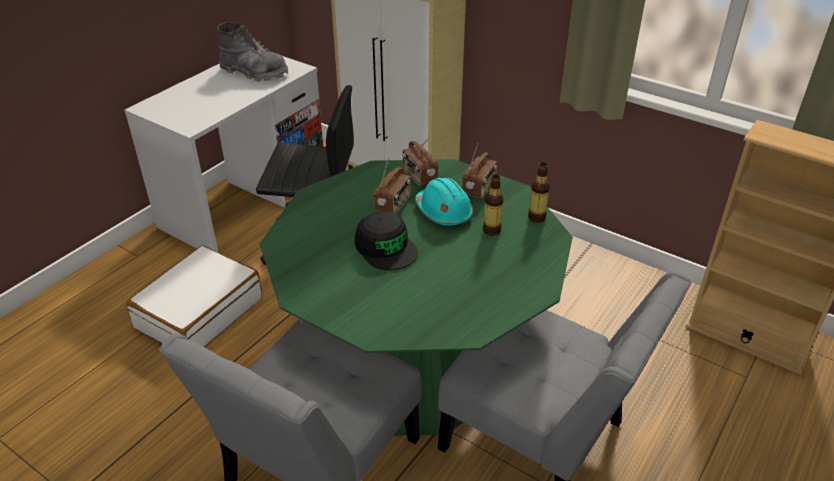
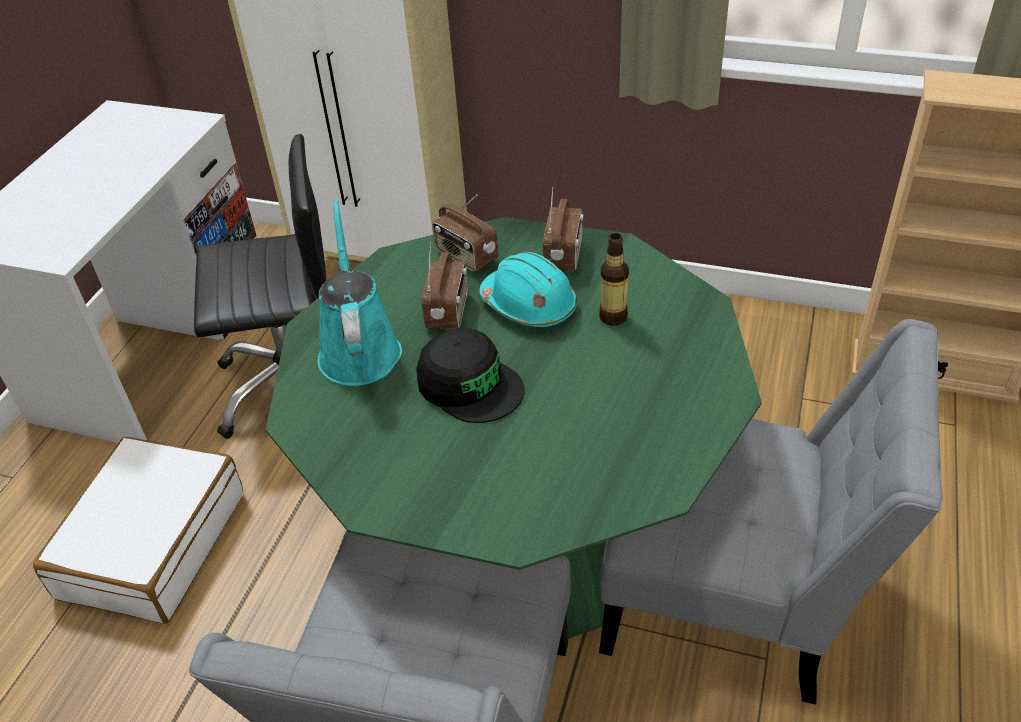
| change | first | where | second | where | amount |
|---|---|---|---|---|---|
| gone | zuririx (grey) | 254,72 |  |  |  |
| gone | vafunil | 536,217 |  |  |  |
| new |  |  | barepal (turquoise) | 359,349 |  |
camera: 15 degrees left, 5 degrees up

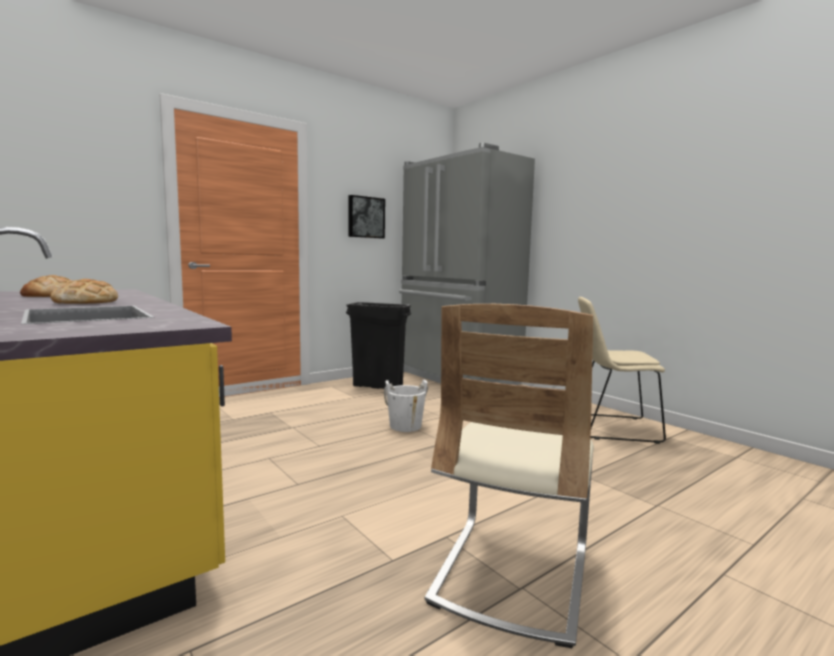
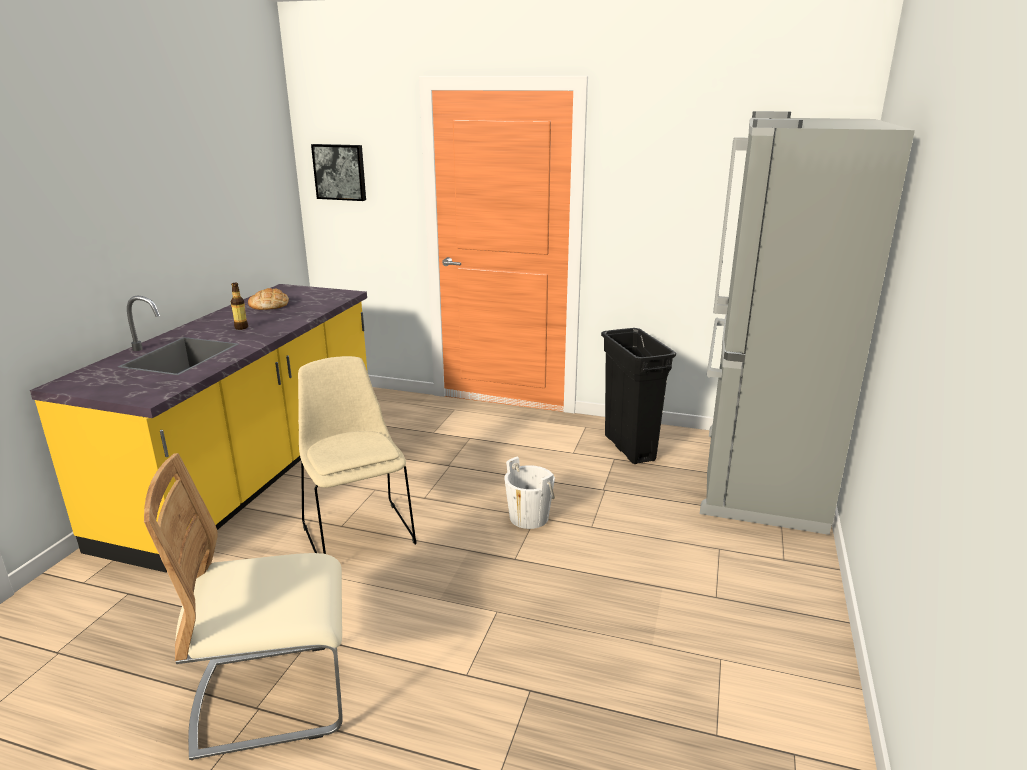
| change | first | where | second | where | amount |
|---|---|---|---|---|---|
| shifted | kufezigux | 365,217 |  | 340,172 |  |
| swapped | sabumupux | 86,302 | vafunil | 241,327 |  |
| shifted | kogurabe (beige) | 611,428 |  | 358,531 |  |
camera: 55 degrees right, 15 degrees up

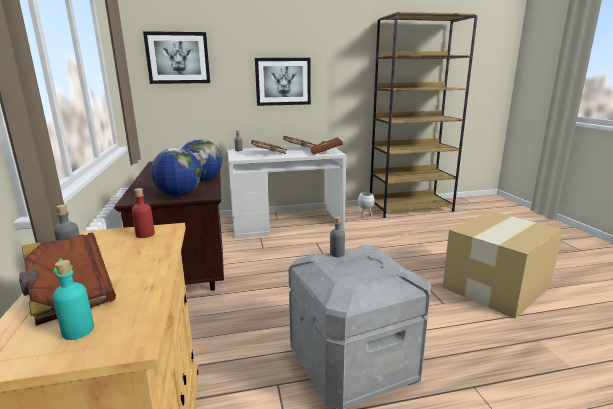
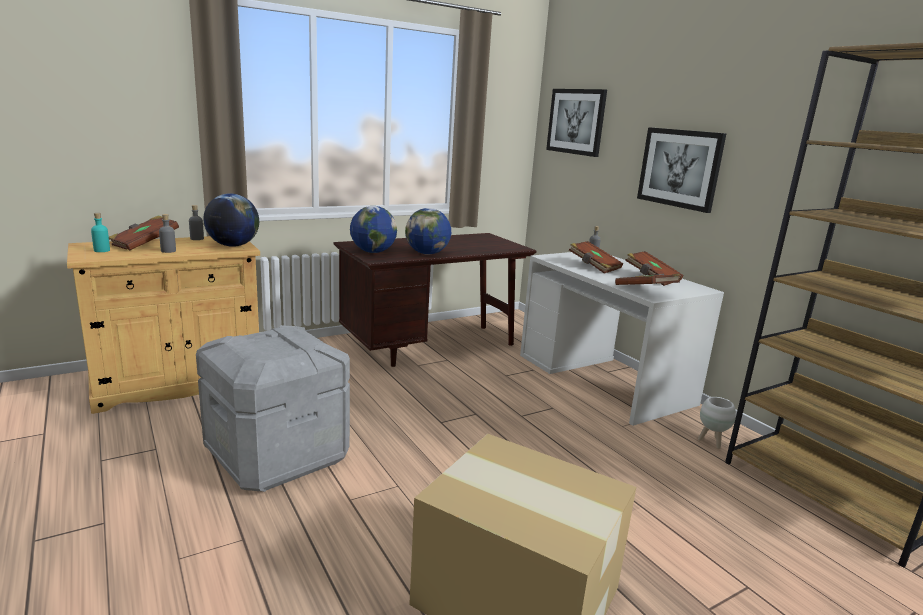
| change | first | where | second | where | amount |
|---|---|---|---|---|---|
| swapped | vafunil (red) | 145,234 | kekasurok | 233,245 |  |
| shifted | vafunil (grey) | 337,254 |  | 168,251 |  |
camera: 70 degrees right, 0 degrees up

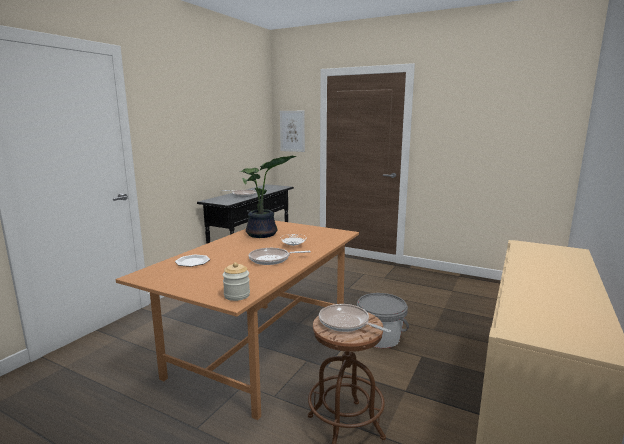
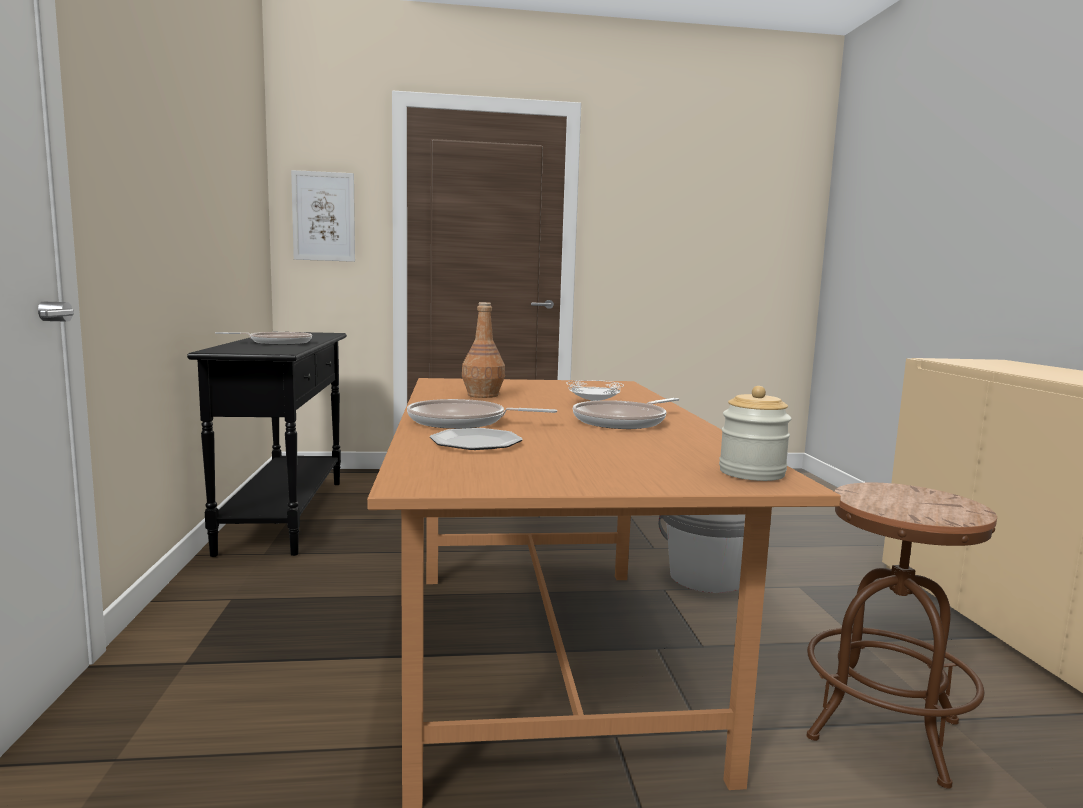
| change | first | where | second | where | amount |
|---|---|---|---|---|---|
| swapped | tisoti | 262,235 | vafunil (brown) | 483,395 |  |
| shifted | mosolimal | 346,323 |  | 463,422 |  |
camera: 35 degrees left, 5 degrees down

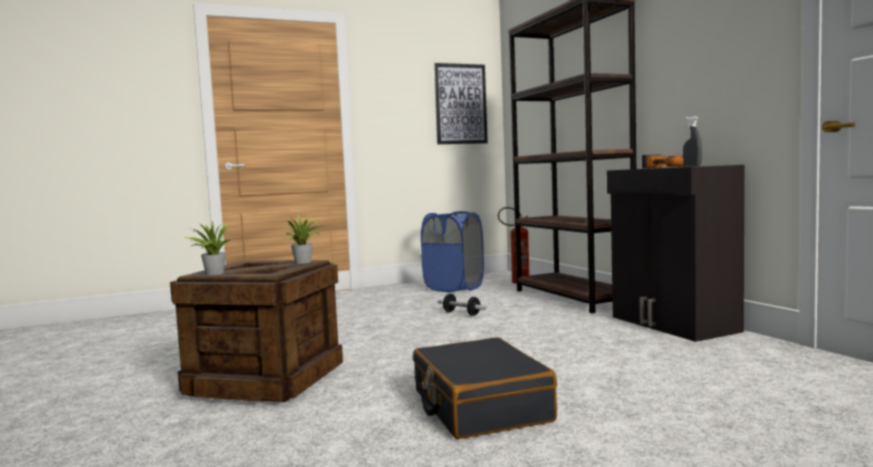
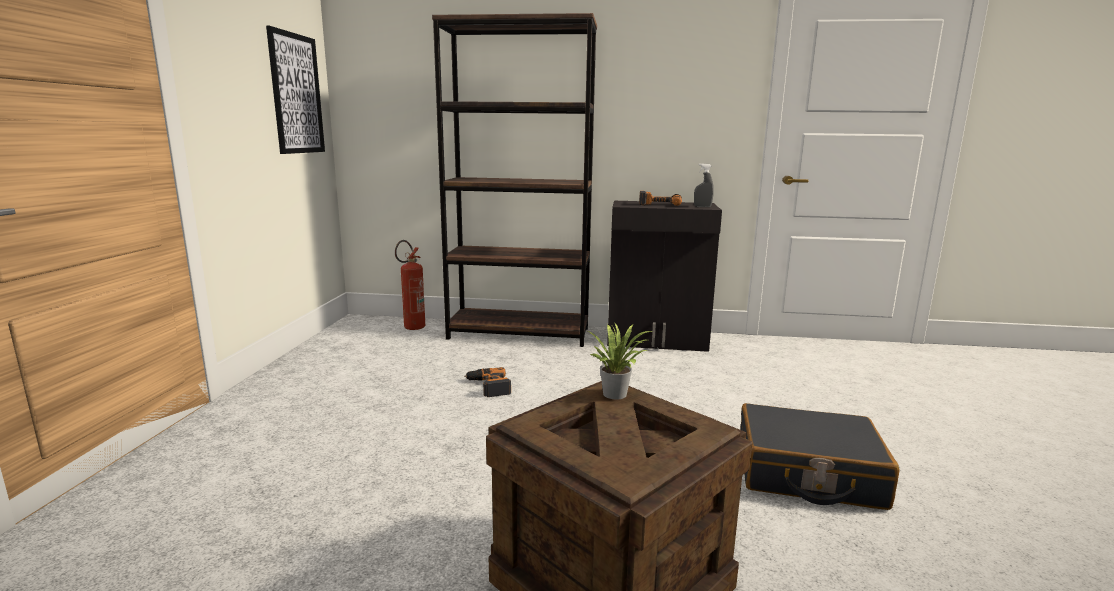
| change | first | where | second | where | amount |
|---|---|---|---|---|---|
| gone | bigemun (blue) | 454,288 |  |  |  |
| gone | tisoti | 212,273 |  |  |  |
| swapped | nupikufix | 461,313 | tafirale | 488,386 |  |
camera: 60 degrees left, 10 degrees up

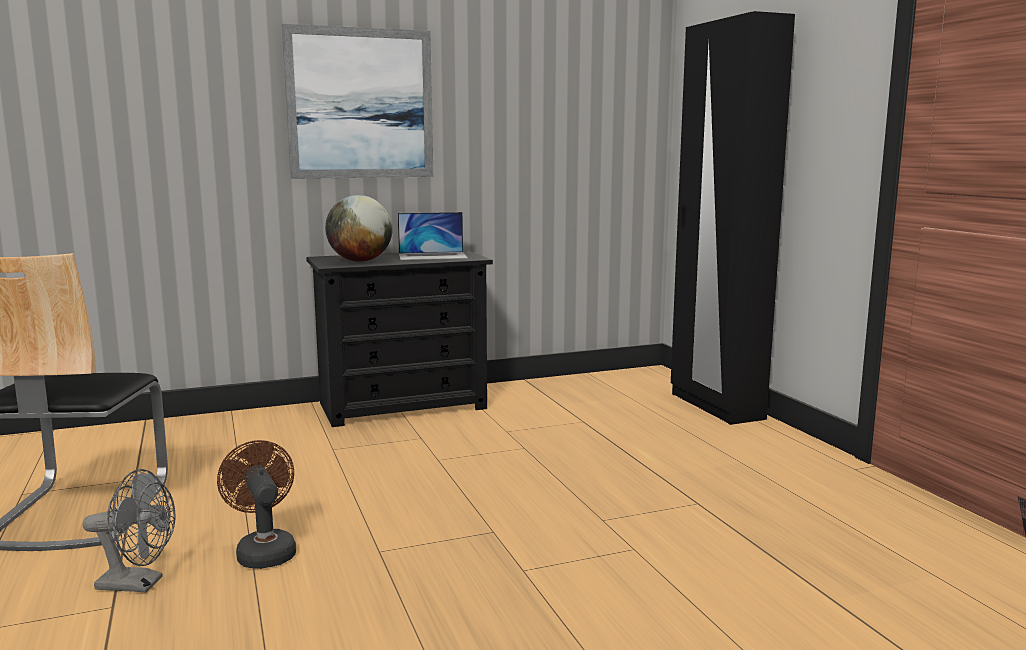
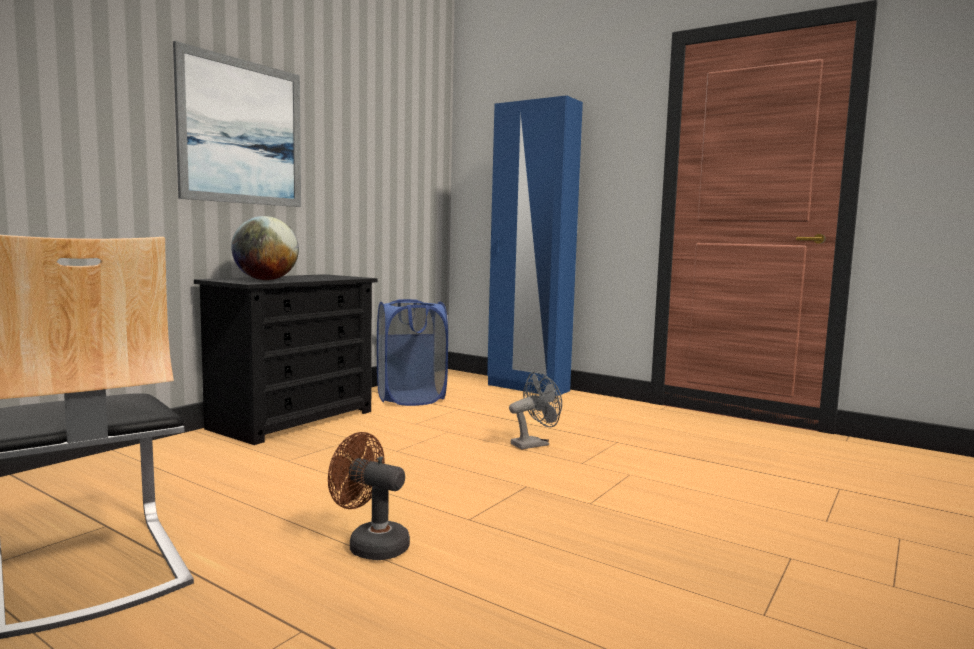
| change | first | where | second | where | amount |
|---|---|---|---|---|---|
| repainted | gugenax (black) | 715,406 | gugenax (blue) | 527,388 |  |
| gone | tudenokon | 433,256 |  |  |  |
| shifted | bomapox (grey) | 139,584 |  | 534,444 |  |
| new |  |  | bigemun (blue) | 410,398 |  |
camera: 35 degrees left, 5 degrees down

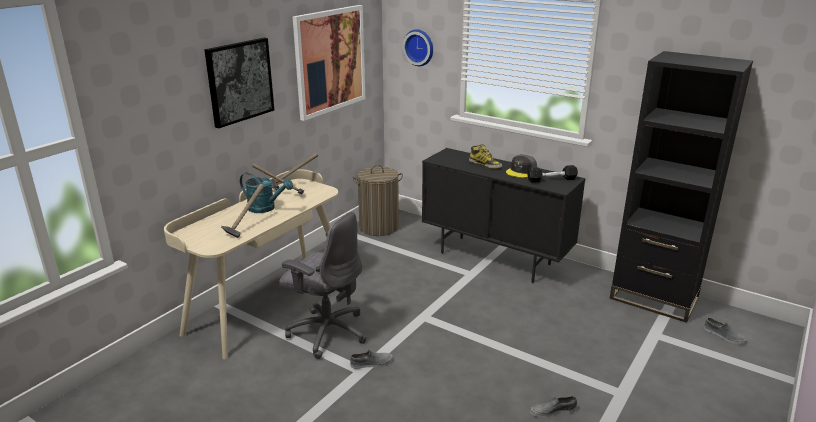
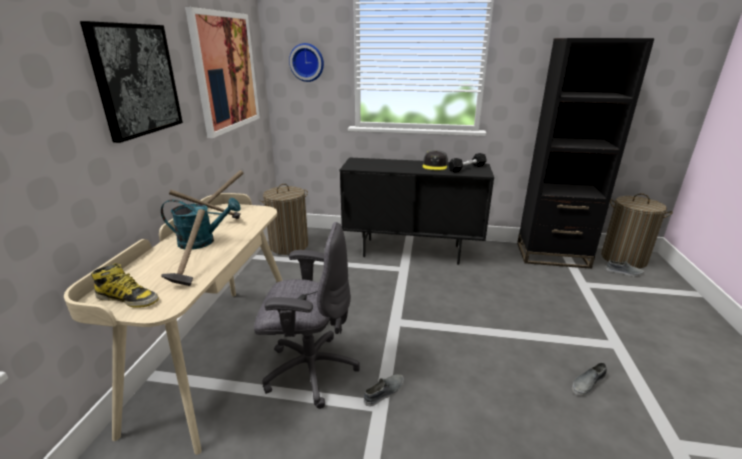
| change | first | where | second | where | amount |
|---|---|---|---|---|---|
| shifted | zuririx | 485,164 |  | 128,299 |  |
| new |  |  | bigemun | 623,259 |  |
camera: 25 degrees left, 0 degrees up

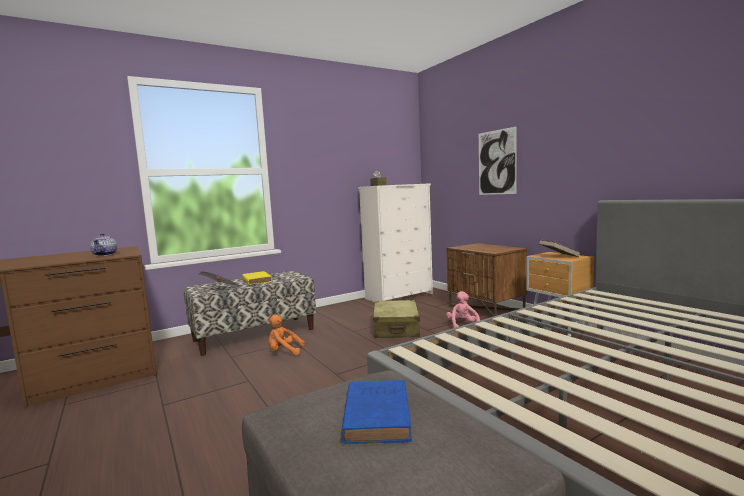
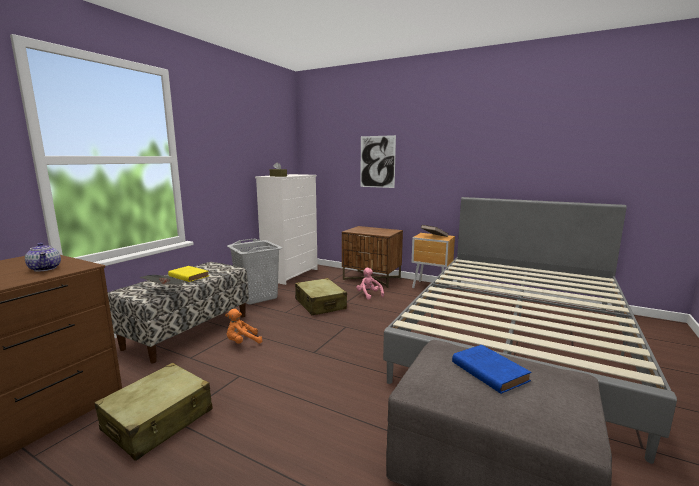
| change | first | where | second | where | amount |
|---|---|---|---|---|---|
| new |  |  | bigemun (grey) | 257,297 |  |
| new |  |  | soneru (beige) | 159,420 |  |
camera: 30 degrees left, 5 degrees up

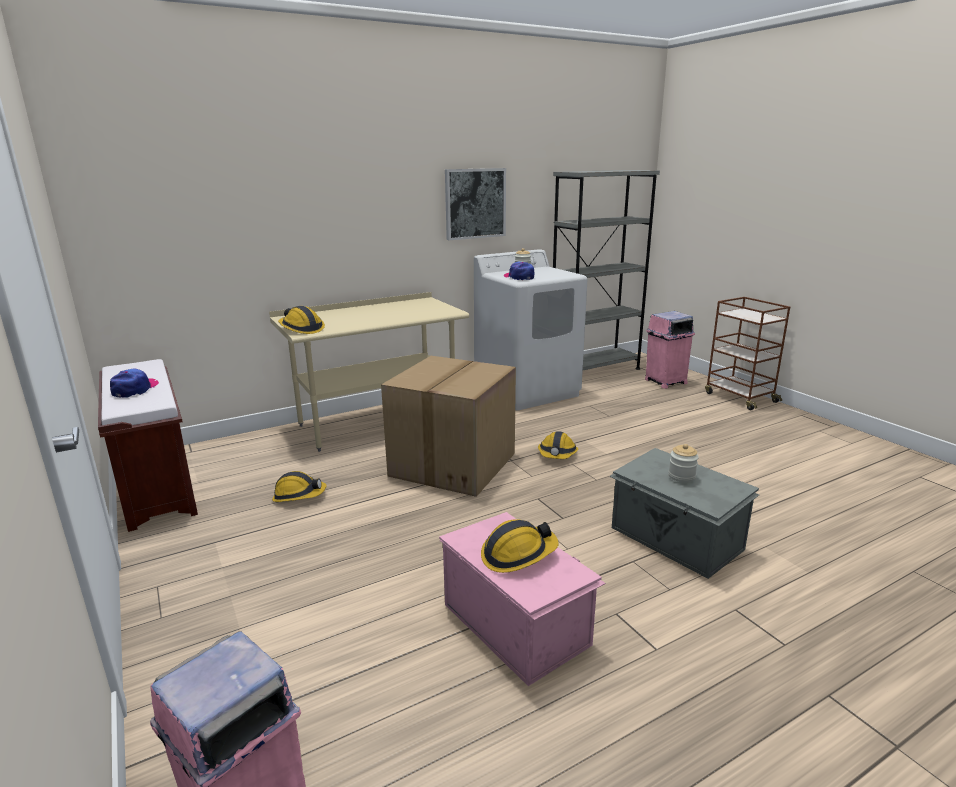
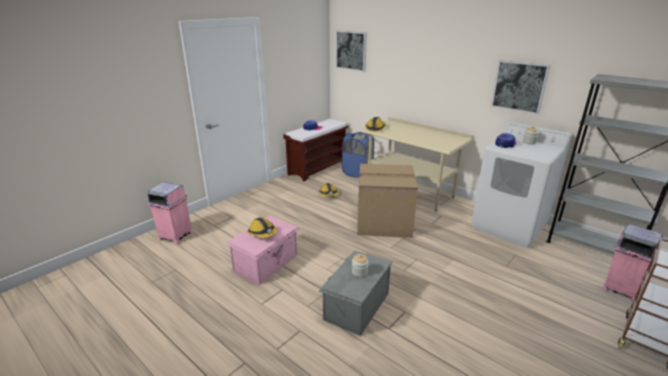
| change | first | where | second | where | amount |
|---|---|---|---|---|---|
| gone | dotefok | 557,454 |  |  |  |
| new |  |  | kufezigux | 351,50 |  |
| new |  |  | bigemun (blue) | 357,173 |  |
camera: 70 degrees right, 5 degrees up

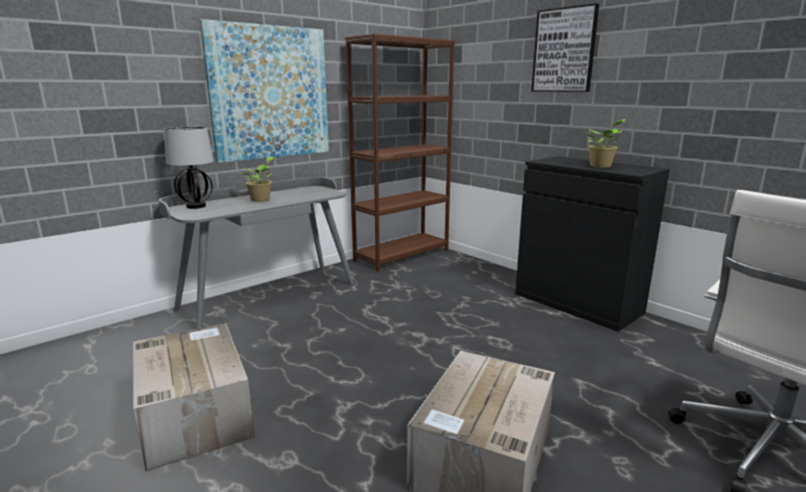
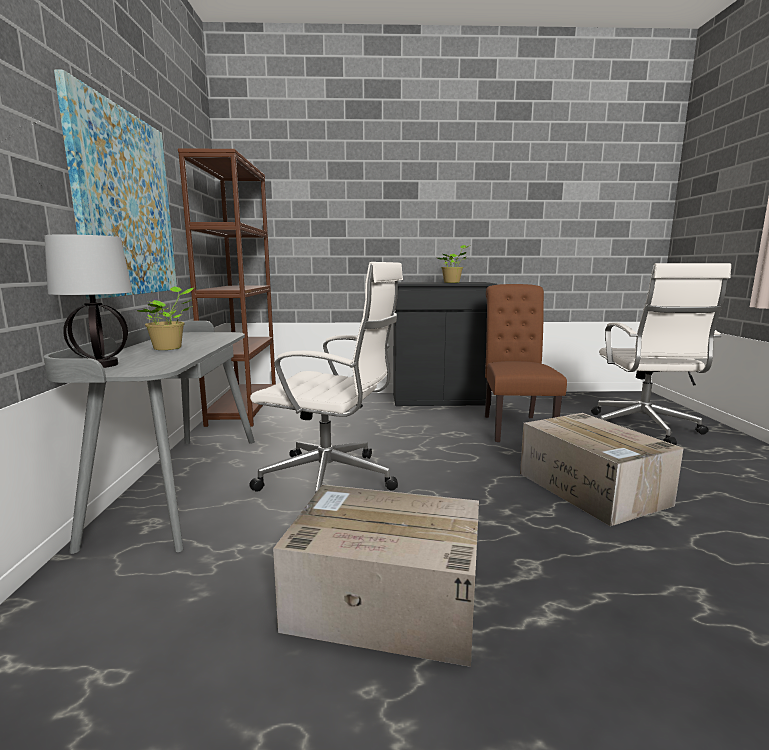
| change | first | where | second | where | amount |
|---|---|---|---|---|---|
| gone | kufezigux | 564,50 |  |  |  |
| new |  |  | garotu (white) | 332,481 |  |
| new |  |  | kogurabe (brown) | 515,426 |  |
camera: 50 degrees left, 5 degrees down

